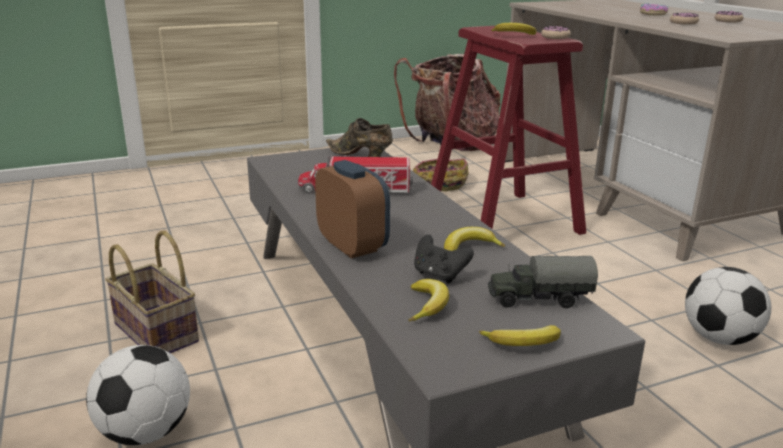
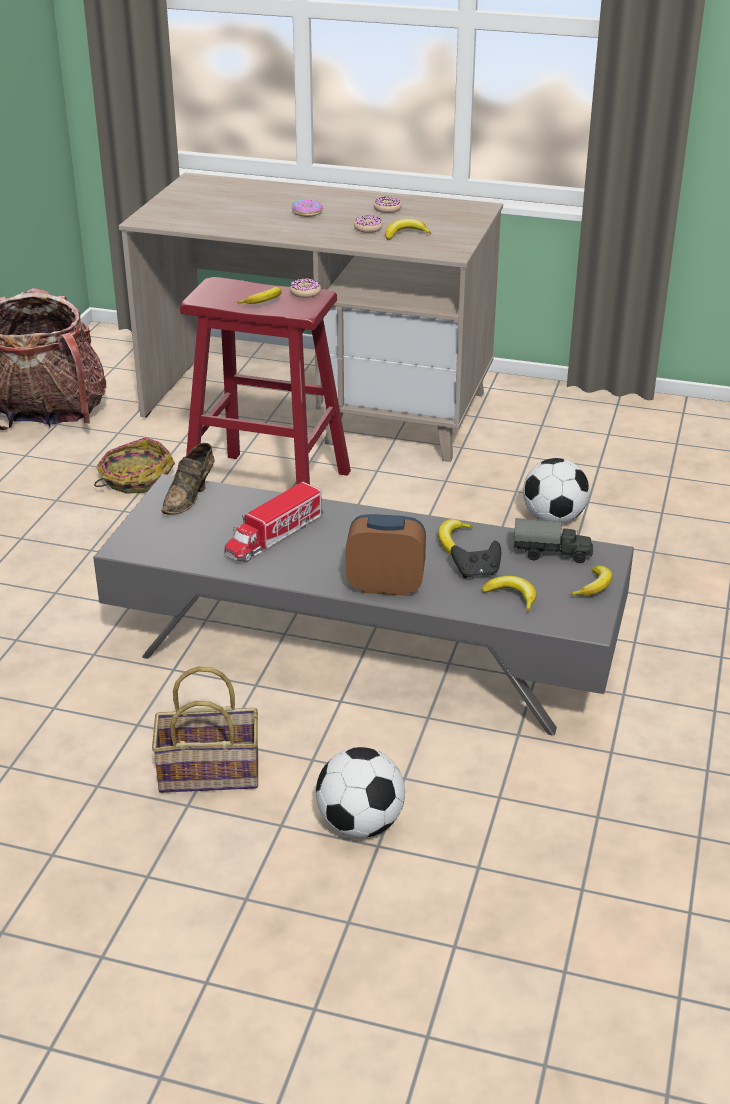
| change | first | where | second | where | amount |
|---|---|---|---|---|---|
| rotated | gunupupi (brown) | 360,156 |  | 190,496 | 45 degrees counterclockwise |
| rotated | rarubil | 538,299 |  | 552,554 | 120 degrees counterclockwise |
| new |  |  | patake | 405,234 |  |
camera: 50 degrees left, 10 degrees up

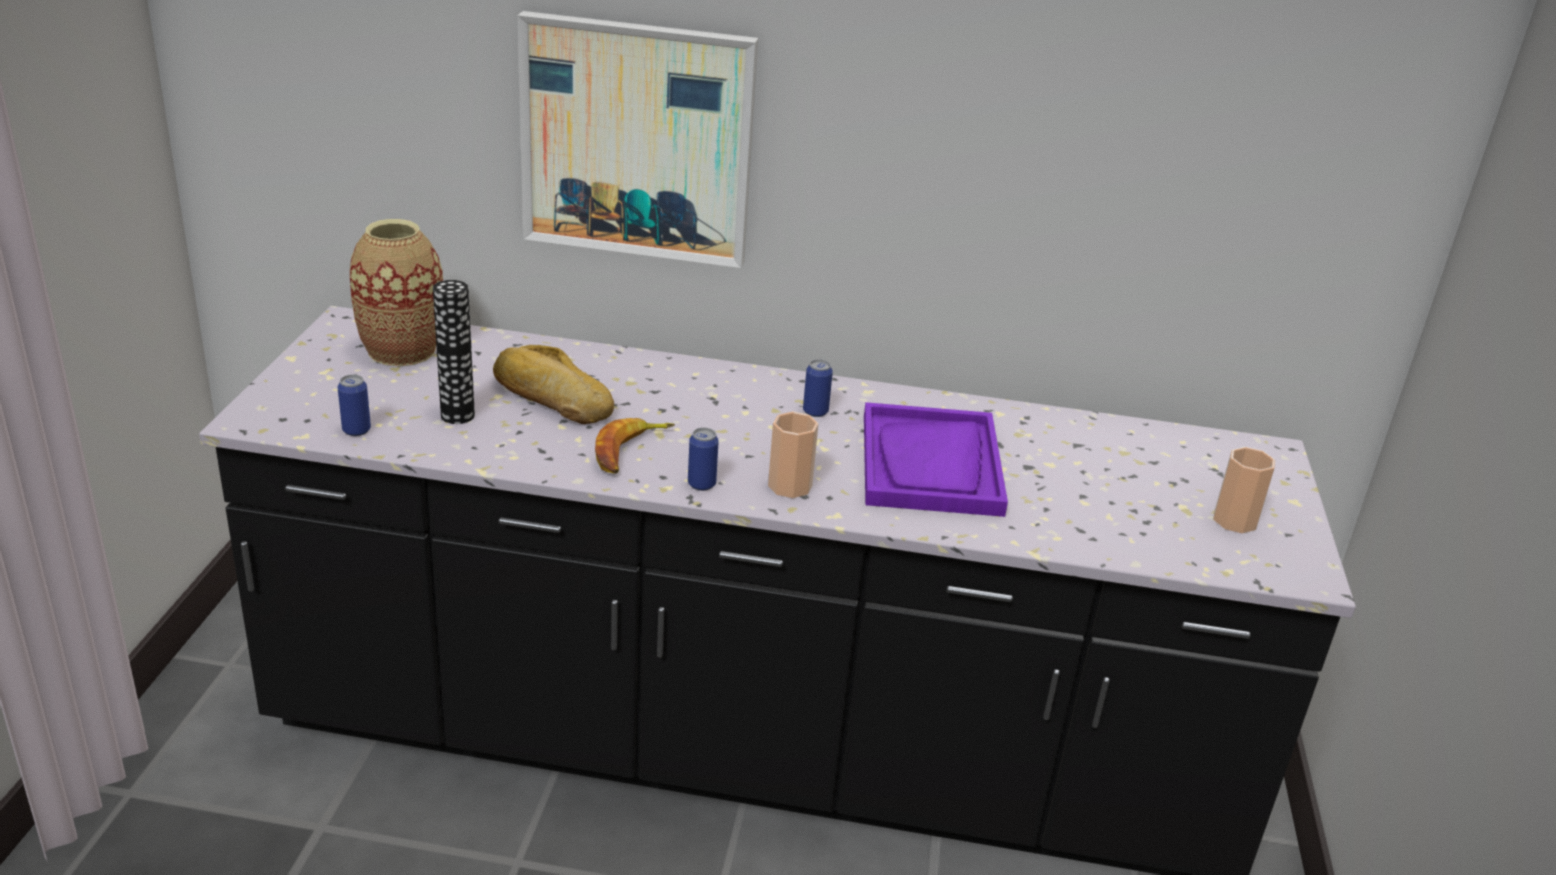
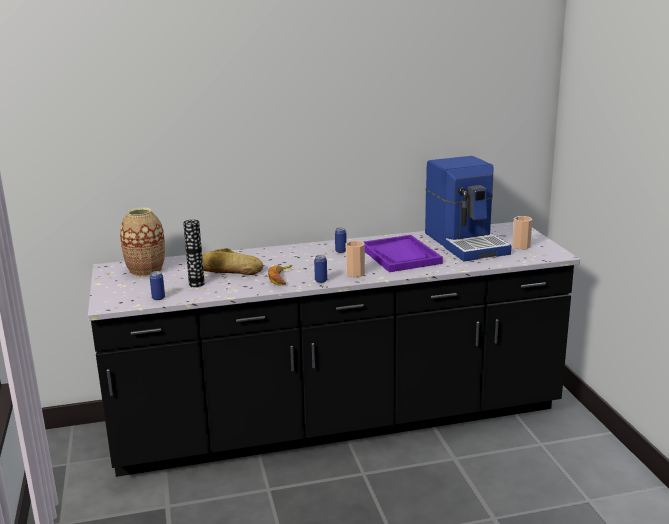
| change | first | where | second | where | amount |
|---|---|---|---|---|---|
| gone | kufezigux | 637,140 |  |  |  |
| new |  |  | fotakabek | 466,243 |  |
camera: 20 degrees left, 10 degrees down

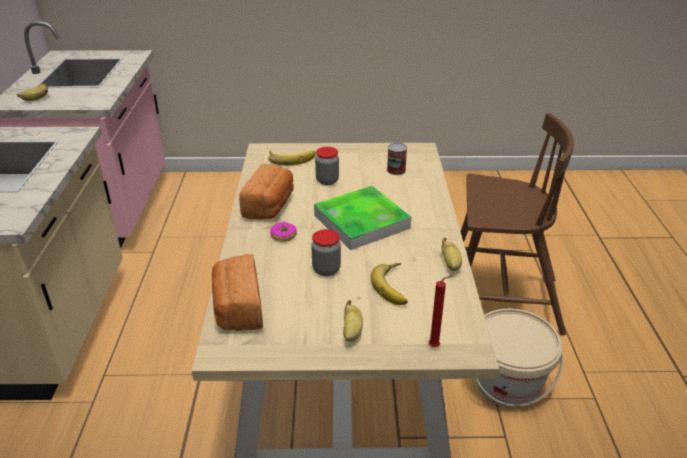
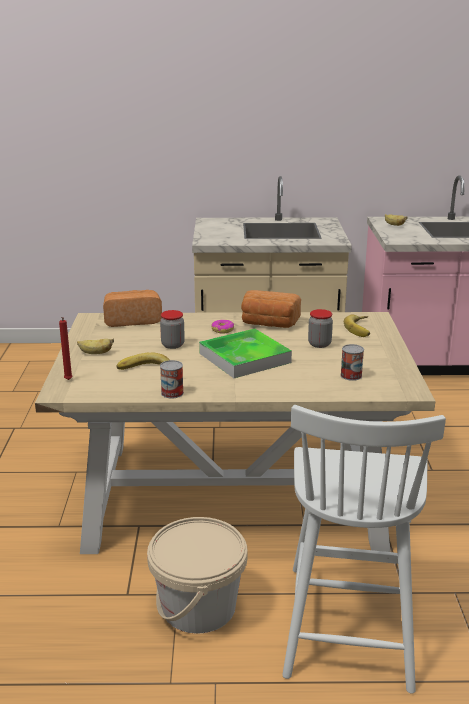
| change | first | where | second | where | amount |
|---|---|---|---|---|---|
| repainted | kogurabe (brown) | 500,300 | kogurabe (white) | 348,622 |  |
| swapped | patake | 451,264 | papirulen | 172,393 |  |
camera: 90 degrees right, 10 degrees down

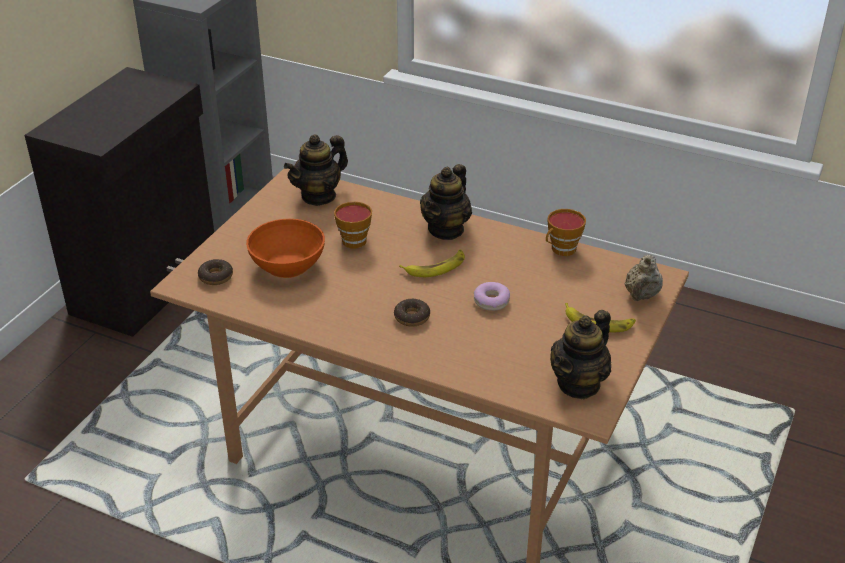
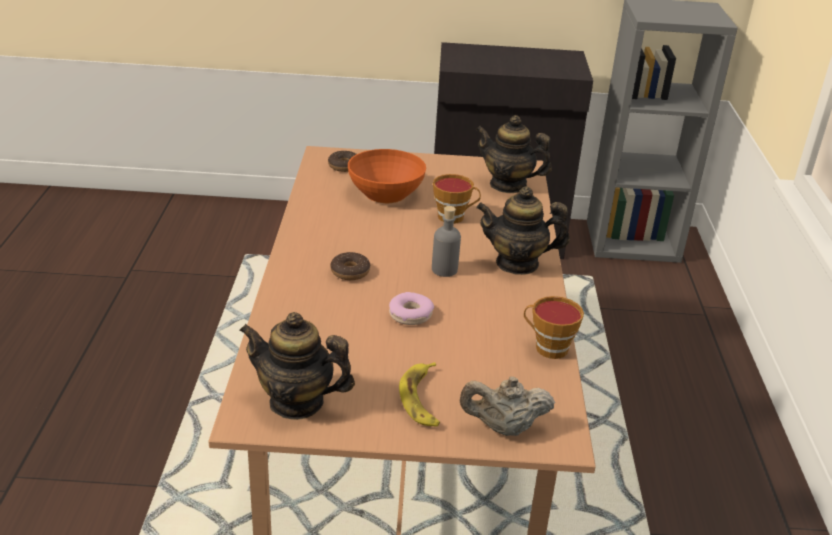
| change | first | where | second | where | amount |
|---|---|---|---|---|---|
| swapped | patake | 436,267 | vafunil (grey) | 444,270 |  |
camera: 65 degrees right, 5 degrees down

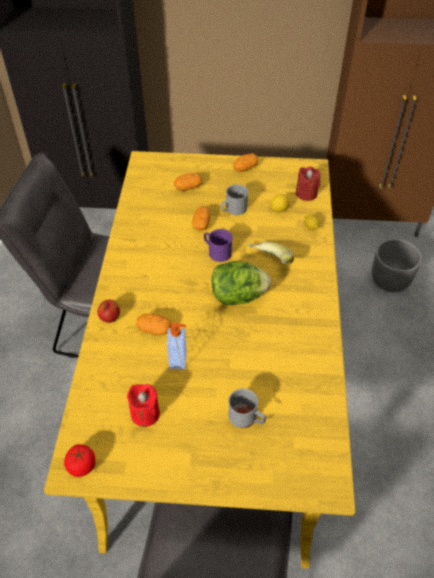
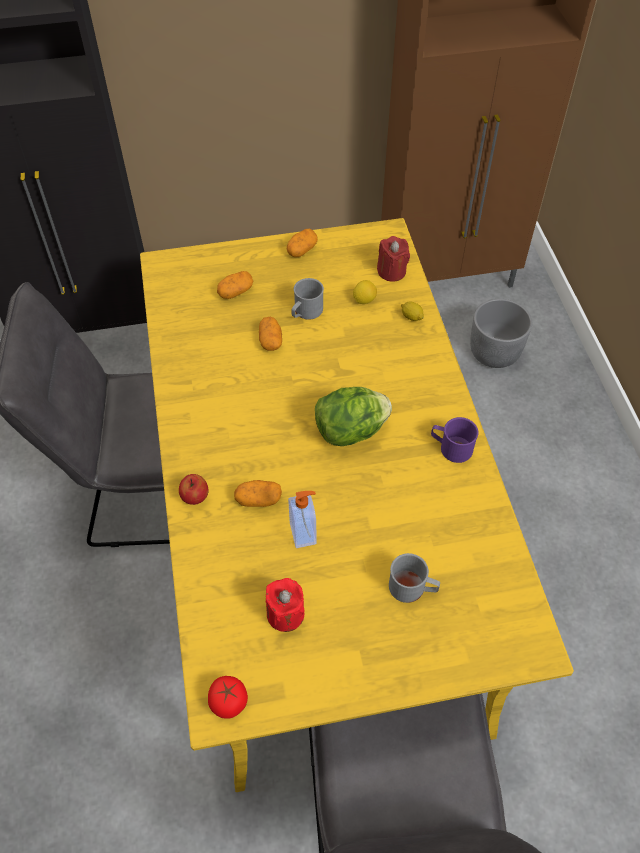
| change | first | where | second | where | amount |
|---|---|---|---|---|---|
| shifted | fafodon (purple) | 217,252 |  | 451,447 |  |
| gone | patake | 269,262 |  |  |  |
camera: 15 degrees left, 5 degrees up

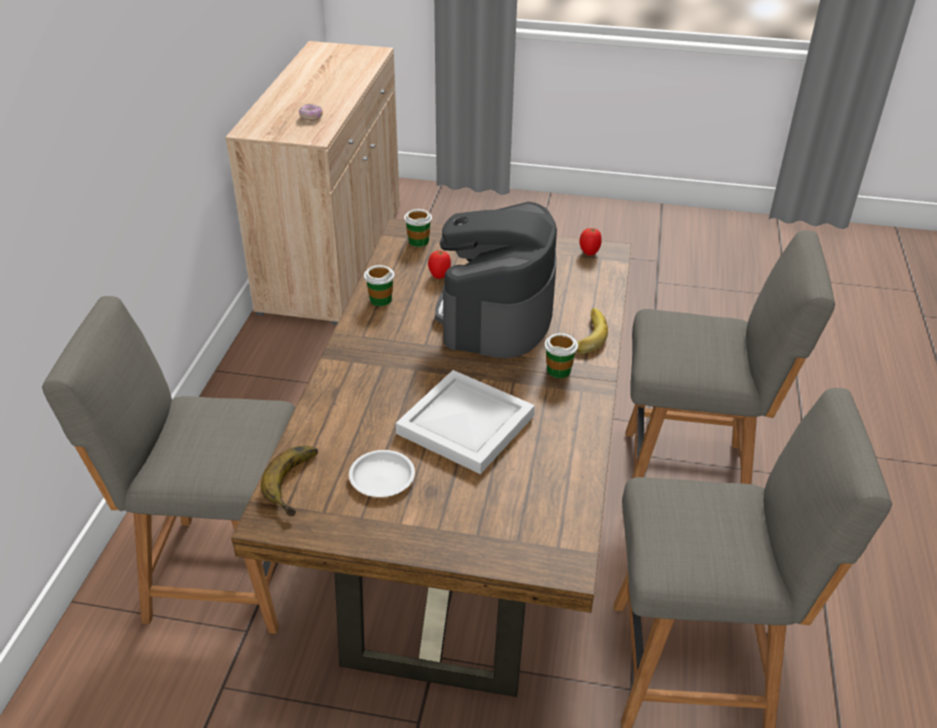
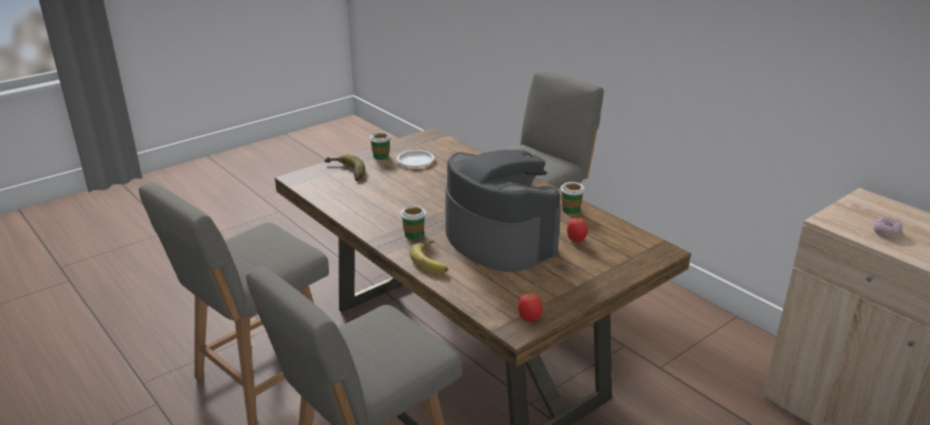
| change | first | where | second | where | amount |
|---|---|---|---|---|---|
| shifted | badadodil | 418,241 |  | 381,156 |  |
| gone | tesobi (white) | 466,426 |  |  |  |
| shifted | patake | 299,483 |  | 344,172 |  |
camera: 130 degrees right, 10 degrees down

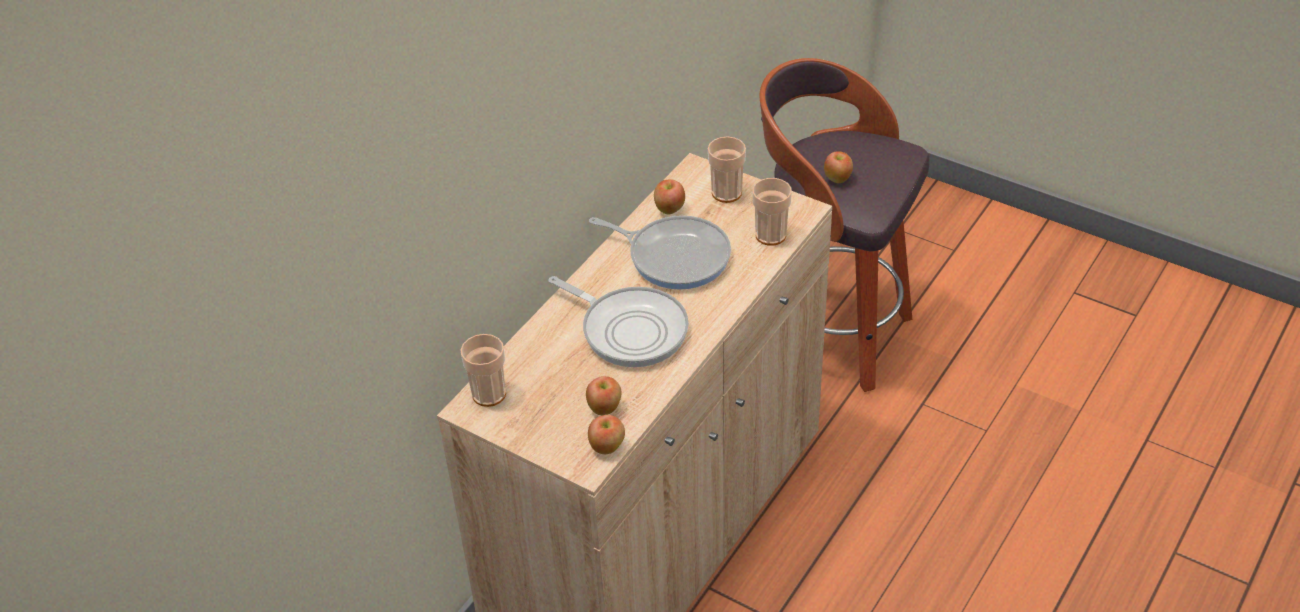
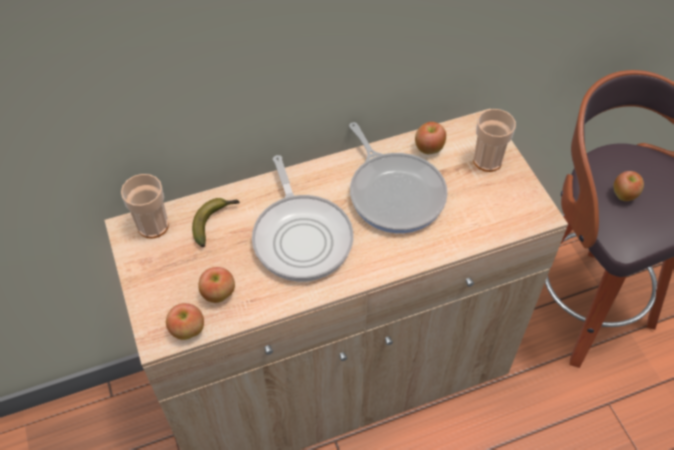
| change | first | where | second | where | amount |
|---|---|---|---|---|---|
| gone | badadodil | 770,235 |  |  |  |
| new |  |  | patake | 215,222 |  |
camera: 35 degrees right, 10 degrees up

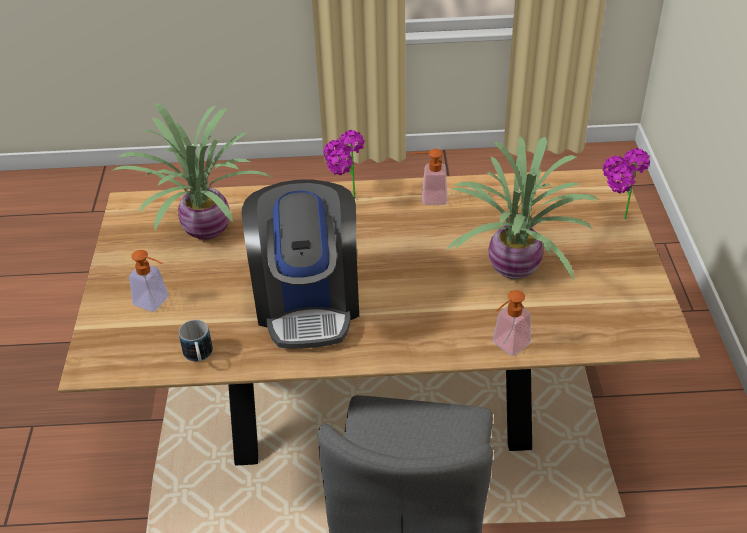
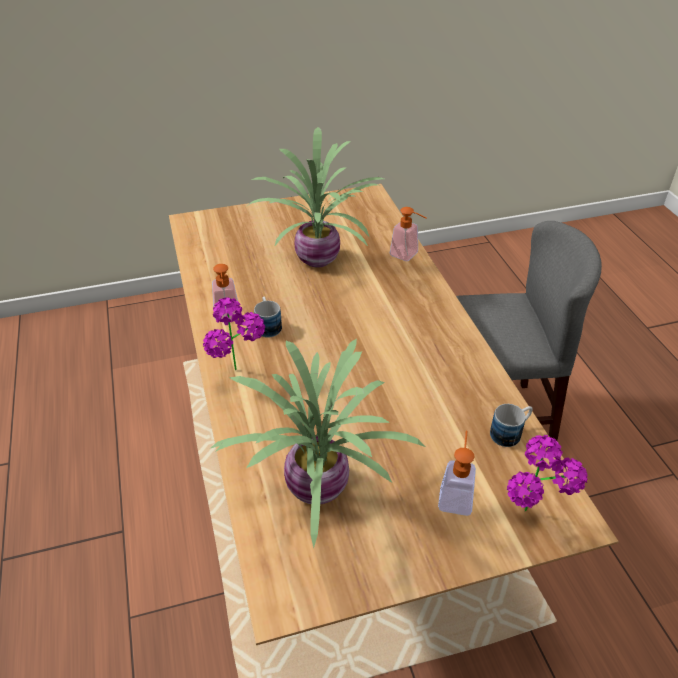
| change | first | where | second | where | amount |
|---|---|---|---|---|---|
| shifted | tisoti | 614,219 |  | 531,522 |  |
| gone | fotakabek | 308,302 |  |  |  |
| new |  |  | fafodon | 268,325 |  |
camera: 105 degrees left, 0 degrees up

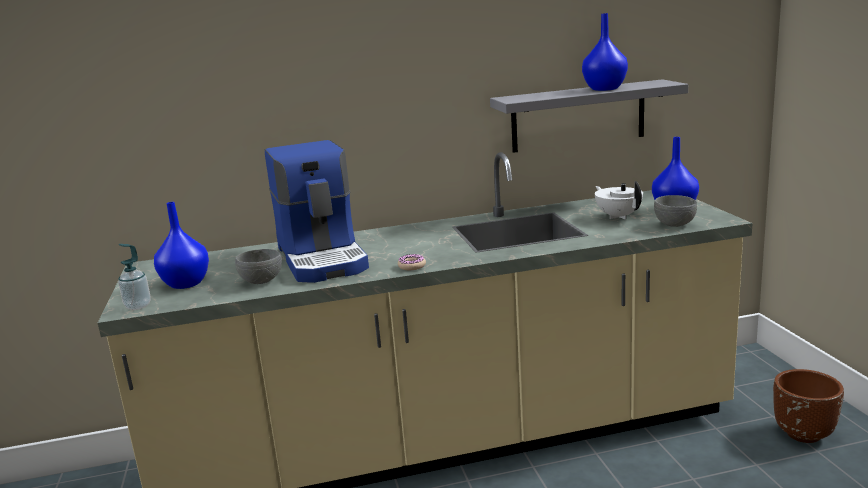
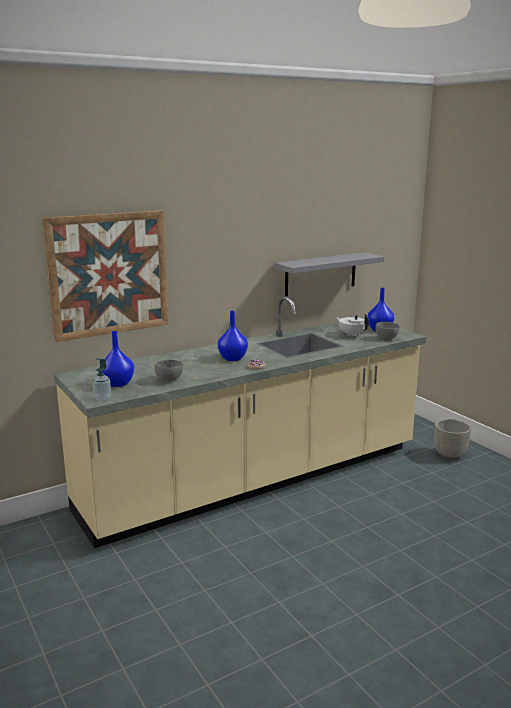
| change | first | where | second | where | amount |
|---|---|---|---|---|---|
| shifted | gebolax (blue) | 604,89 |  | 232,358 |  |
| gone | fotakabek | 324,258 |  |  |  |
| repainted | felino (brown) | 803,434 | felino (grey) | 449,455 |  |
| new |  |  | kufezigux | 108,274 |  |
camera: 20 degrees left, 0 degrees up

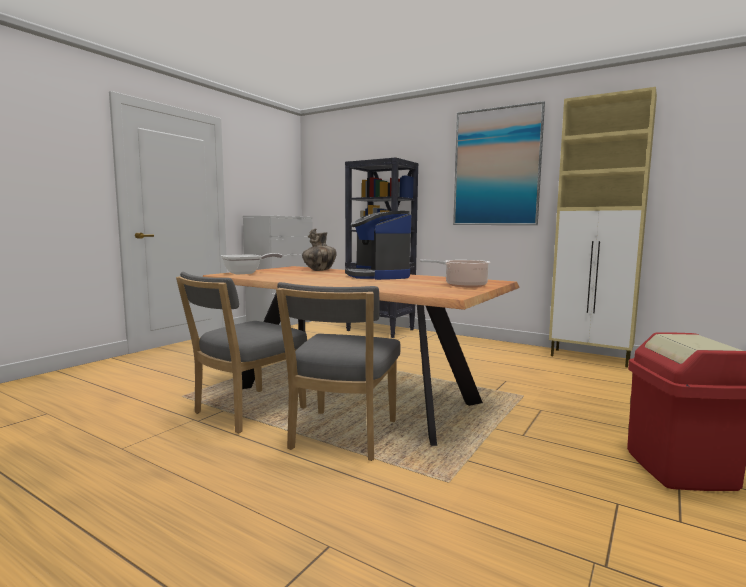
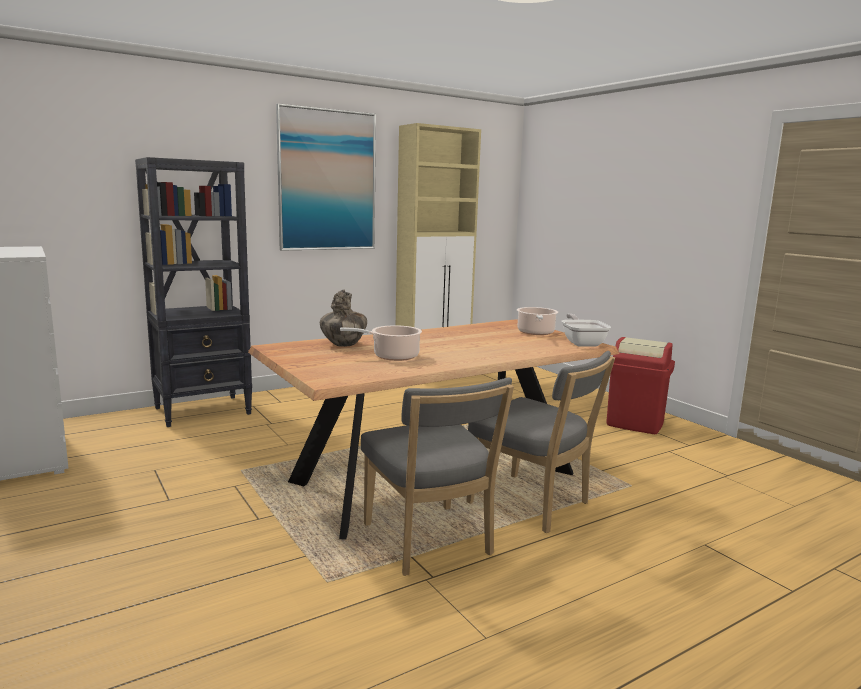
| change | first | where | second | where | amount |
|---|---|---|---|---|---|
| gone | fotakabek | 378,276 |  |  |  |
| shifted | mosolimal | 246,273 |  | 582,343 |  |
| new |  |  | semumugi | 392,356 |  |
camera: 65 degrees left, 5 degrees up

